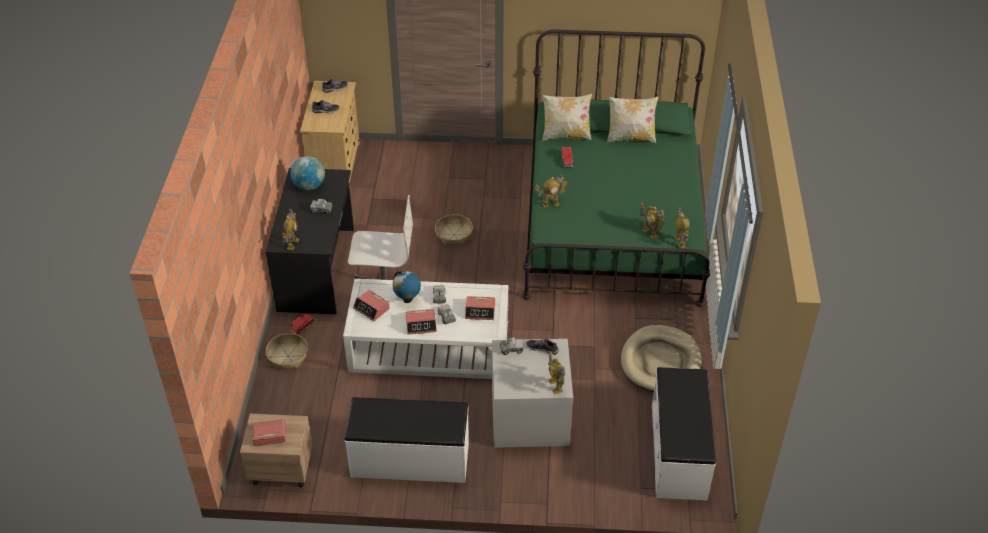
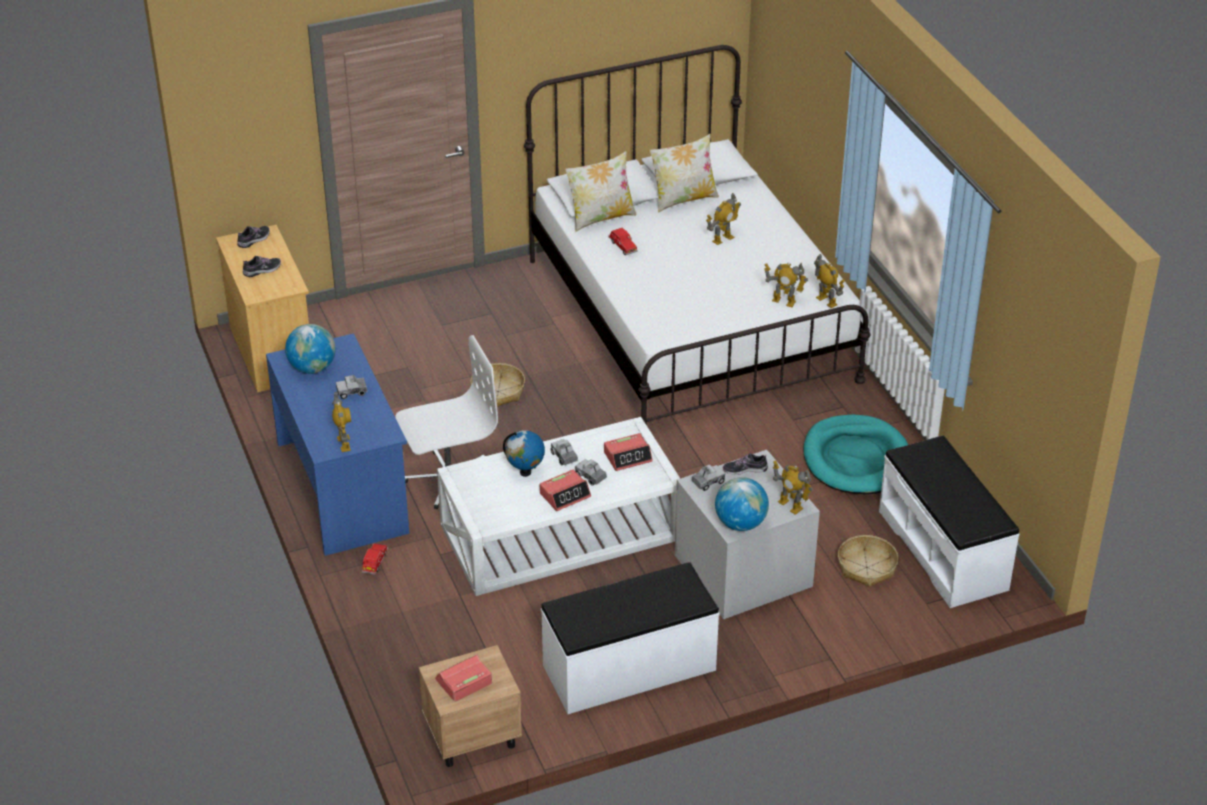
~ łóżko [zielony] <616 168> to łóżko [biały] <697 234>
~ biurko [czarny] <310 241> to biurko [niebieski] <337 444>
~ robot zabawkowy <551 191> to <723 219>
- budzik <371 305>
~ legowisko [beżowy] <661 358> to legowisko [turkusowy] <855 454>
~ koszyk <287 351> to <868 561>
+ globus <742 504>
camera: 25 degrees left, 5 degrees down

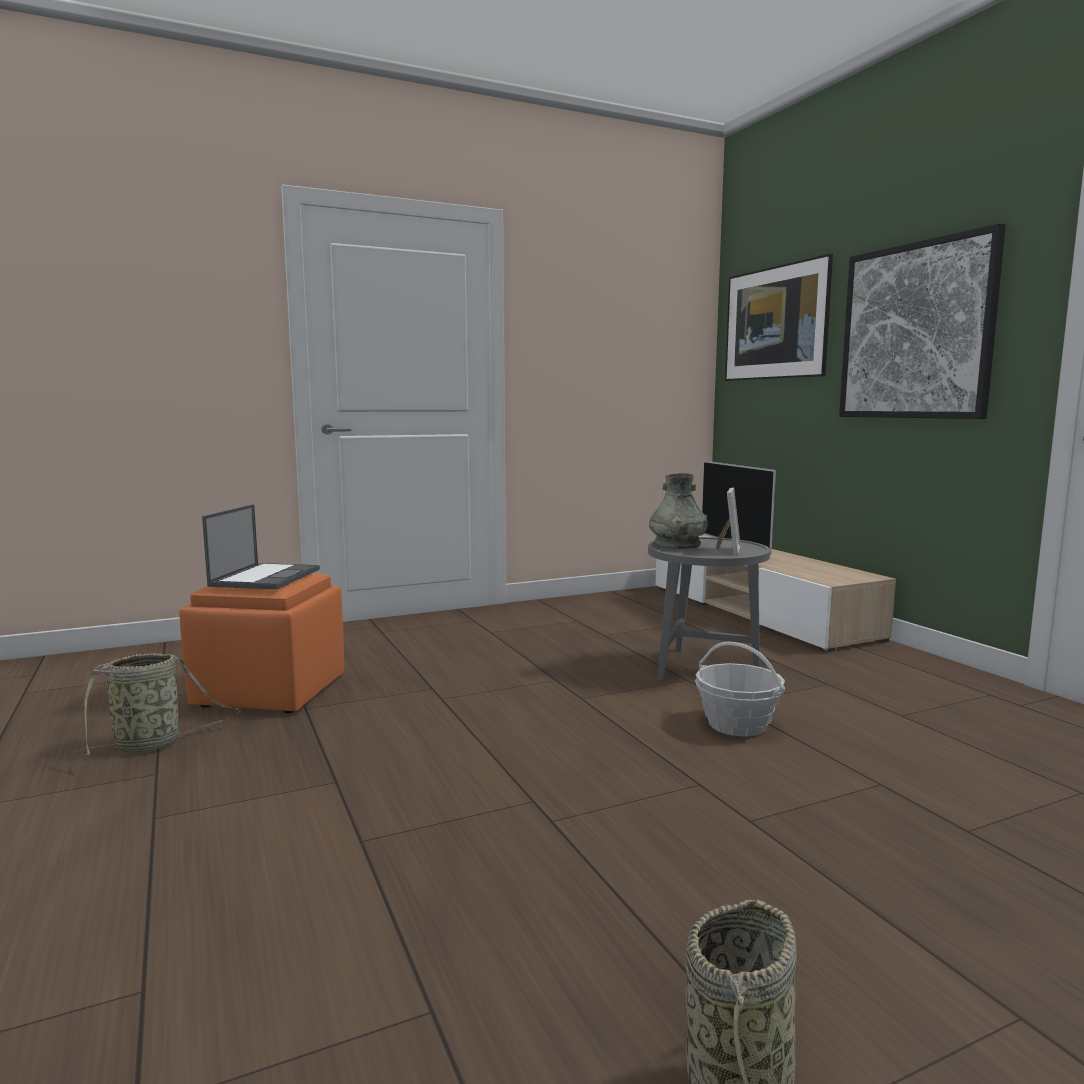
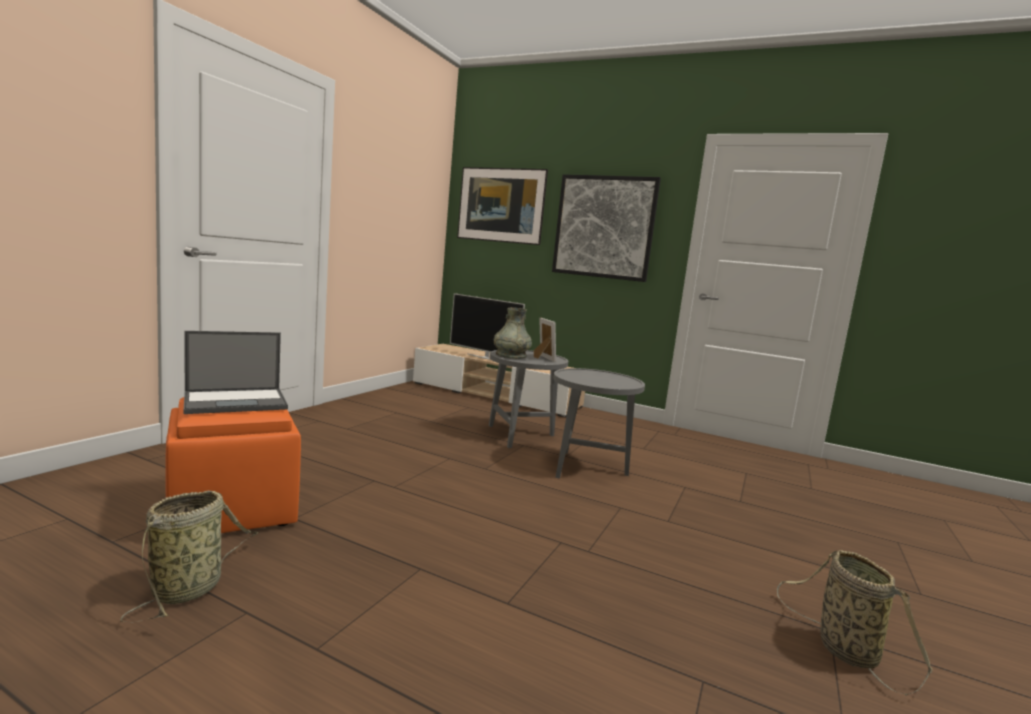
~ laptop <261 547> = <236 372> 90 degrees clockwise
~ koszyk <740 689> to stolik [szary] <599 423>
camera: 40 degrees left, 0 degrees up

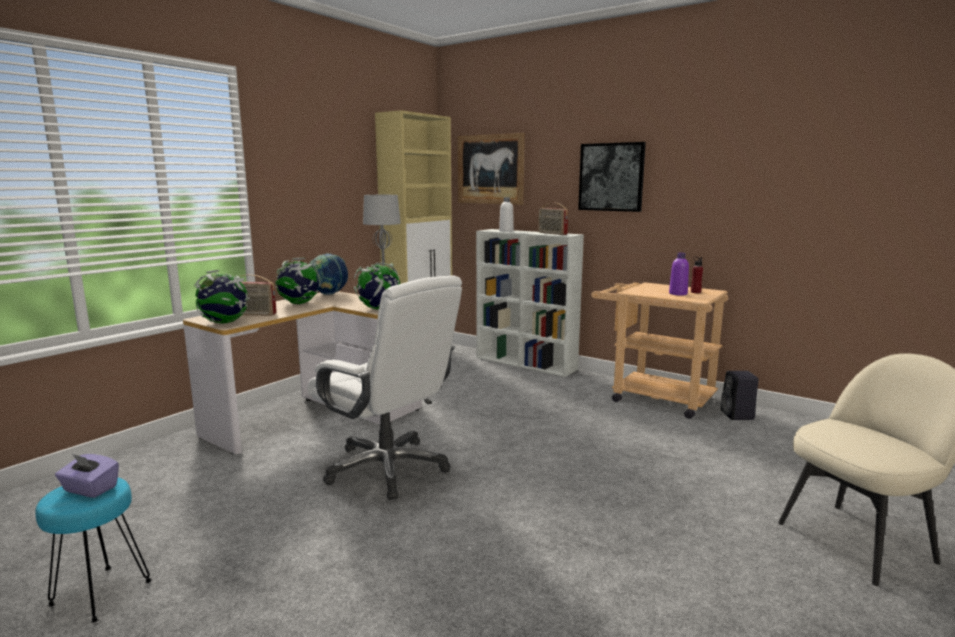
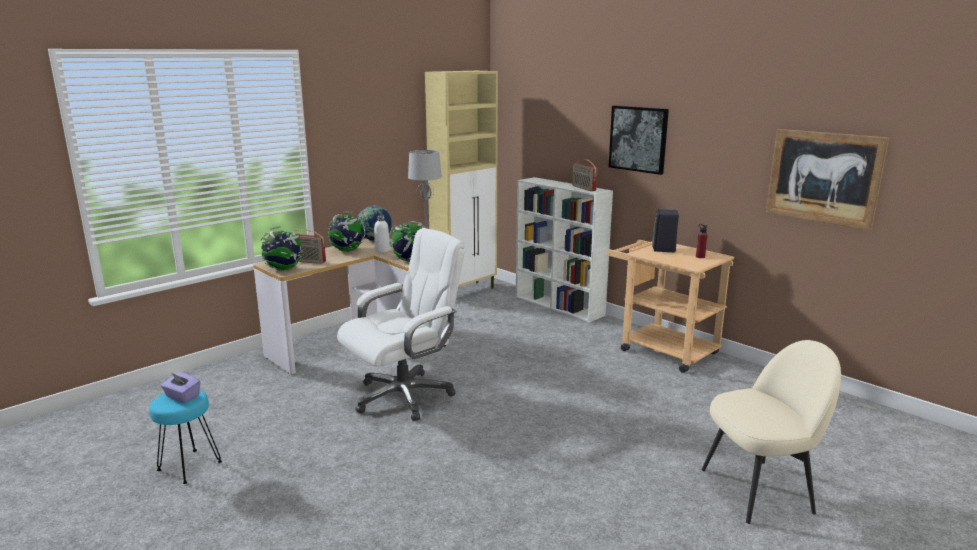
~ obraz <491 169> to <827 179>
~ butelka [biały] <506 214> to <382 234>
- butelka [fioletowy] <679 274>
~ krzesło biurowe [biały] <385 387> = <401 324> 90 degrees counterclockwise
~ głośnik [czarny] <740 395> to <665 230>
camera: 10 degrees right, 5 degrees up

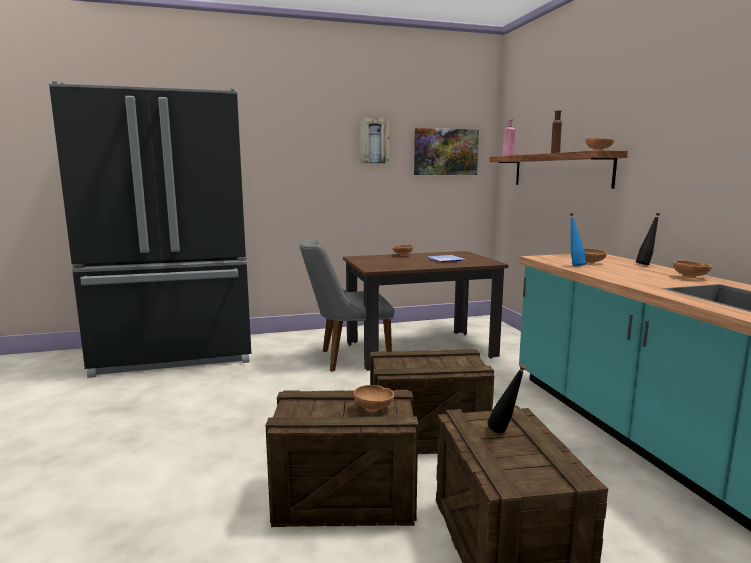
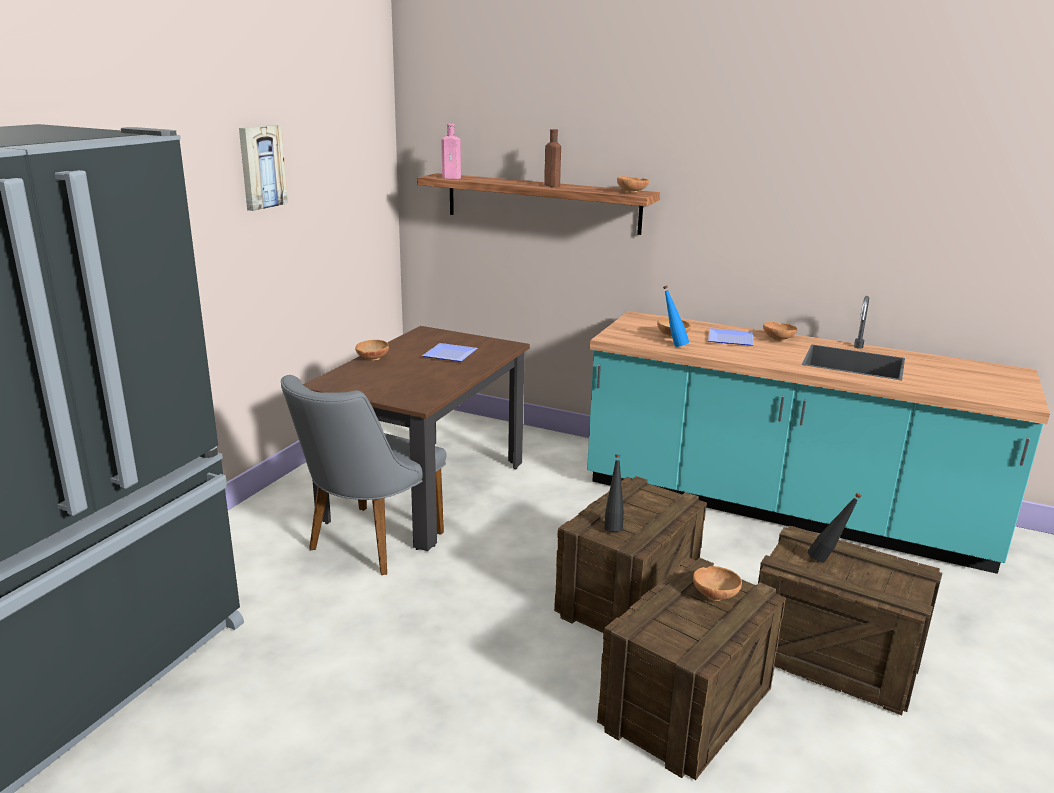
- obraz <446 151>
~ butelka [czarny] <648 239> to <614 492>
+ talerz <731 337>
camera: 50 degrees left, 10 degrees up

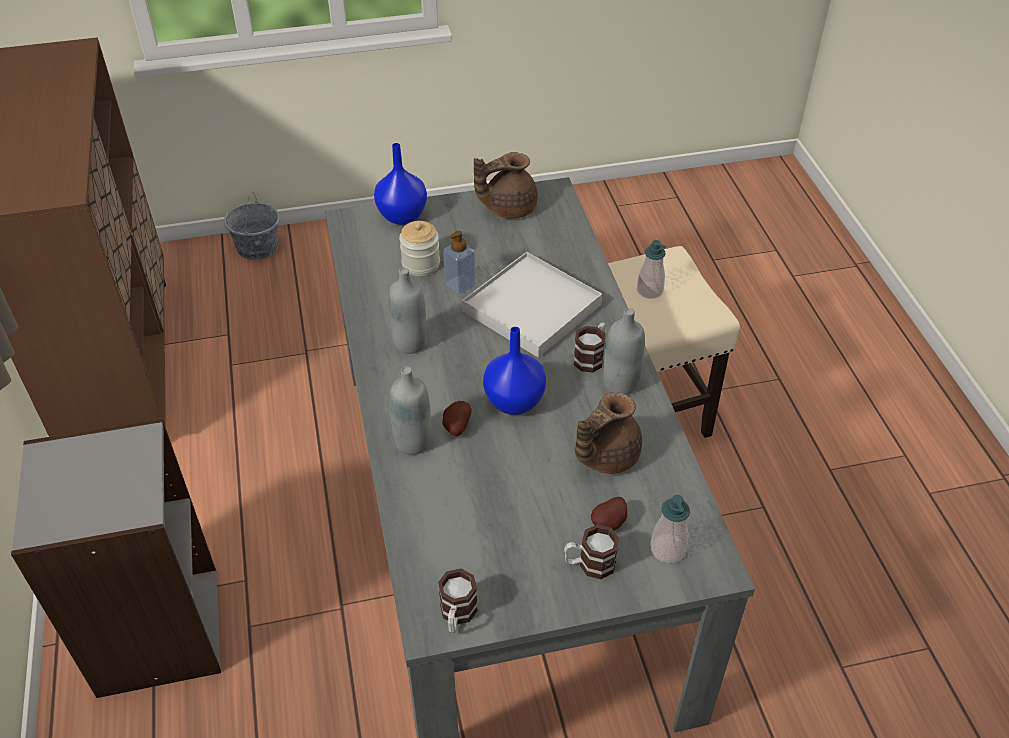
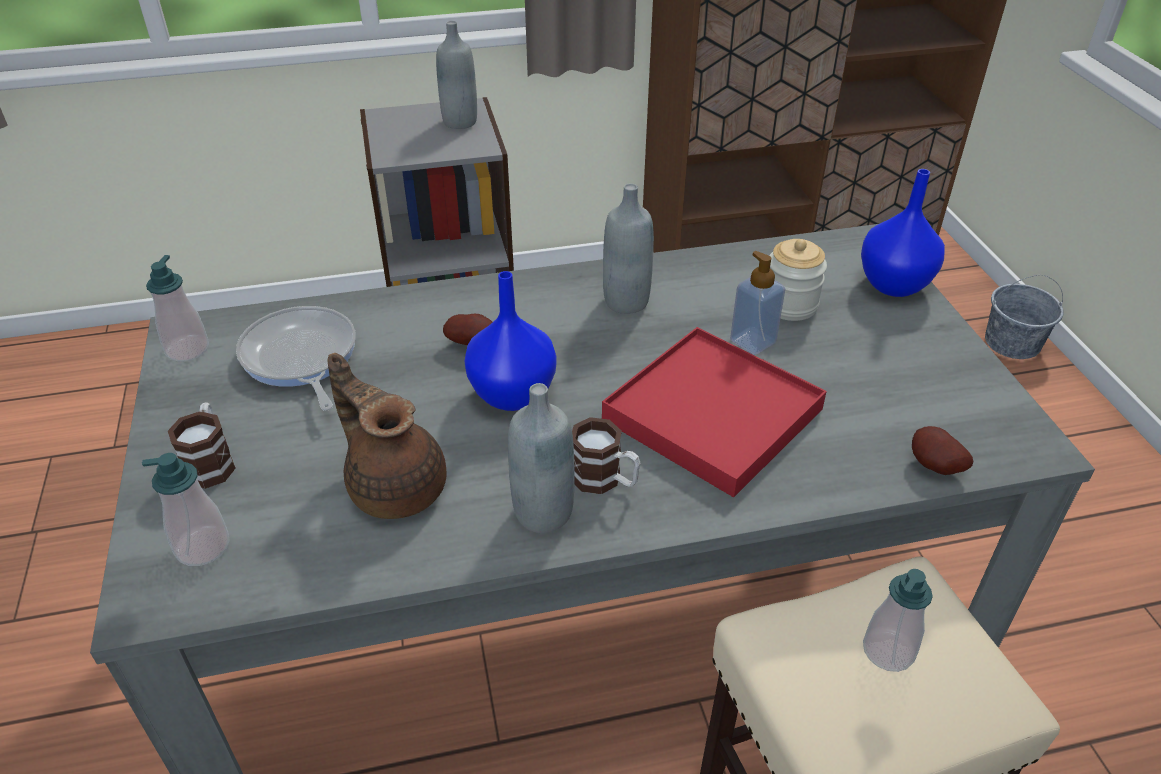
- imbryk [brązowy] <506 185>
~ taca [biały] <532 305> to taca [czerwony] <714 412>
~ butelka [szary] <410 410> to <456 75>
~ ziemniak <609 513> to <942 450>
~ kubek <458 601> to dozownik mydła <177 308>
+ patelnia <296 358>
camera: 90 degrees right, 5 degrees down

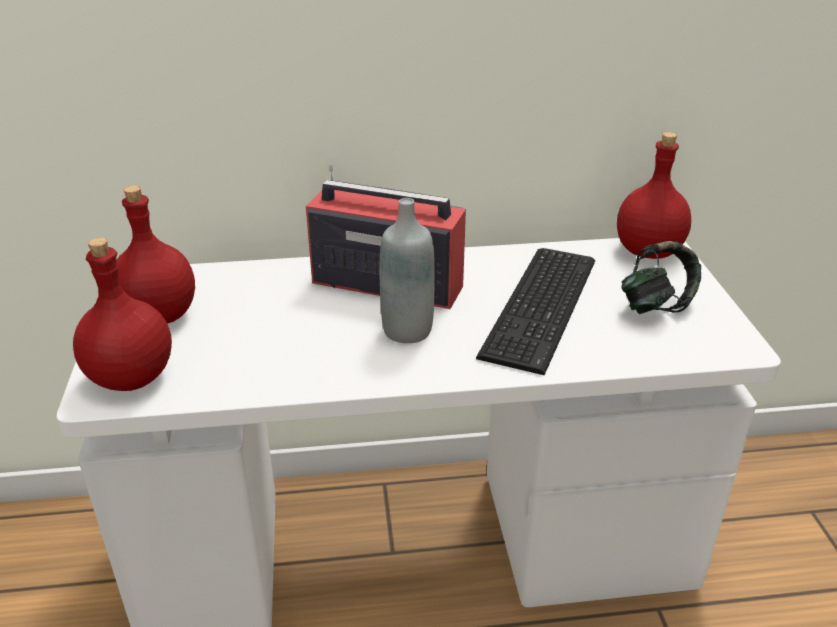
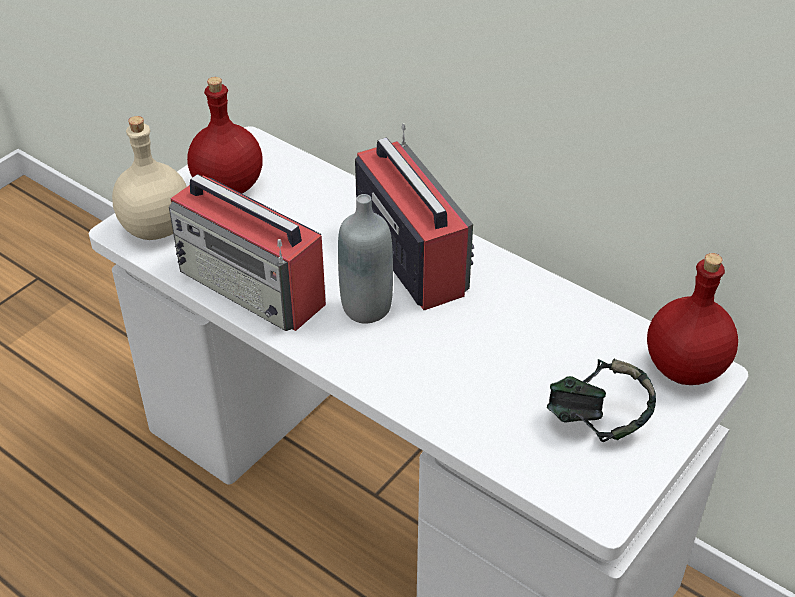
~ butelka [czerwony] <122 314> to butelka [beżowy] <149 178>
- klawiatura <535 311>
+ radio <247 252>
camera: 45 degrees right, 10 degrees up

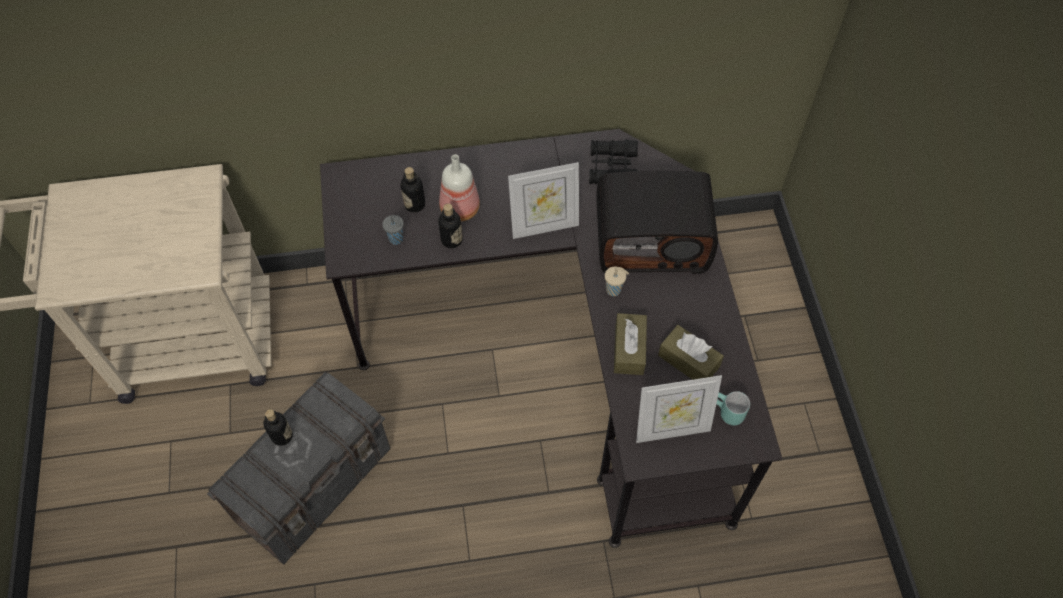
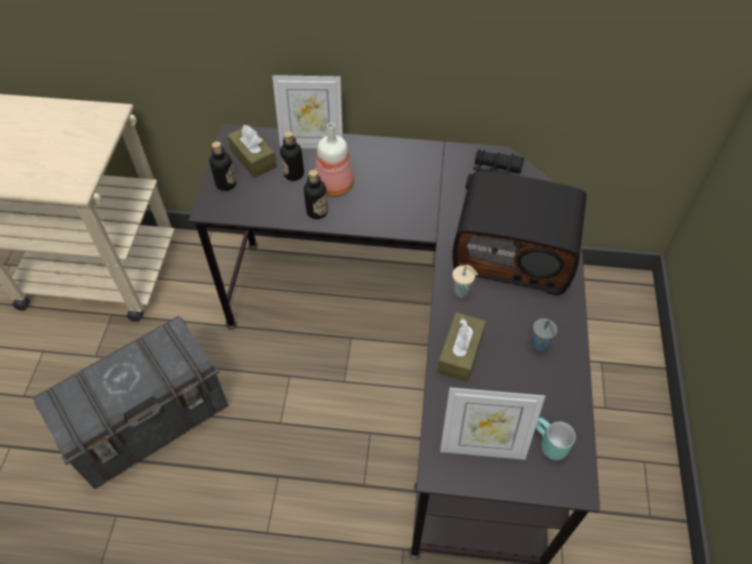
~ ramka na zdjęcie <543 200> to <307 111>
~ filiżanka [szary] <393 230> to <544 334>
~ pudełko chusteczek [brązowy] <691 352> to <252 151>
~ butelka <278 427> to <222 166>
camera: 15 degrees right, 5 degrees down

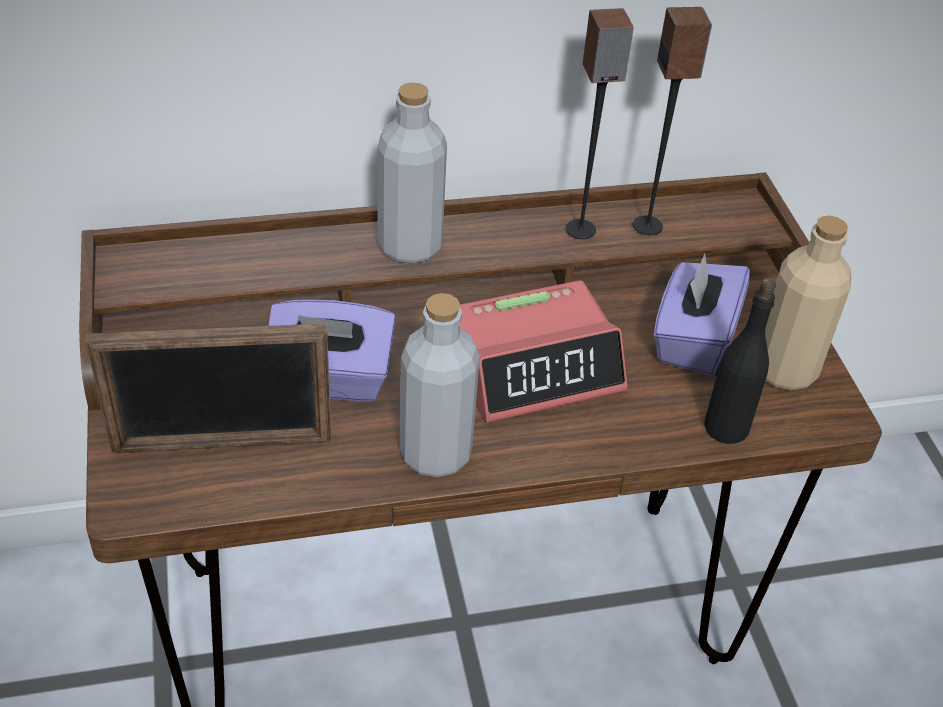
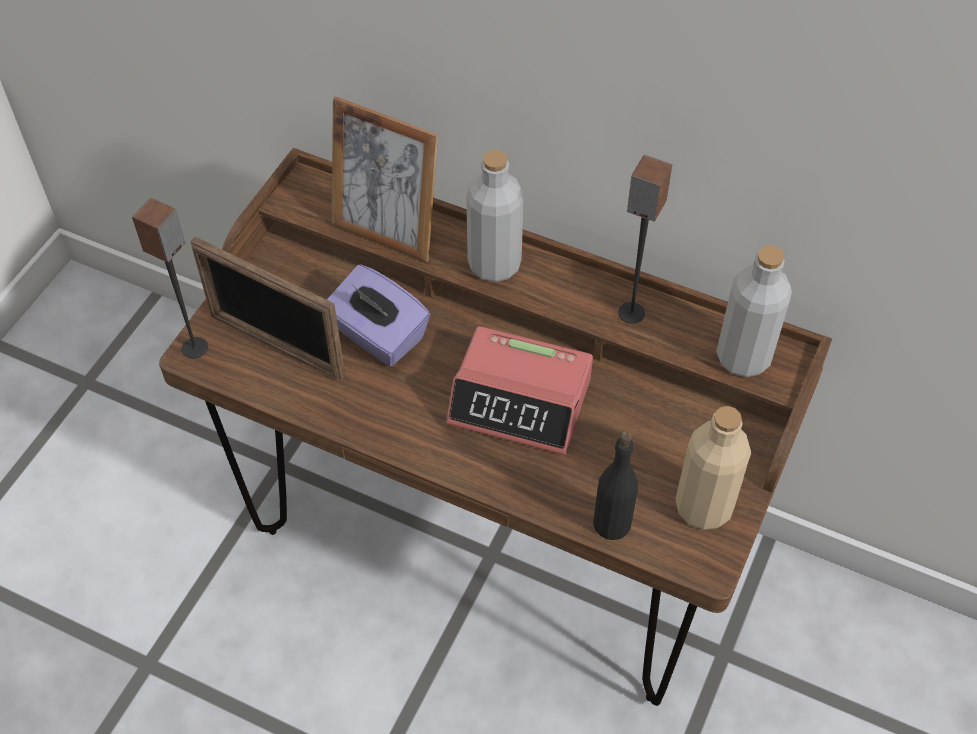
~ głośnik <672 121> to <170 278>
- pudełko chusteczek [fioletowy] <702 315>
~ butelka [szary] <439 385> to <754 311>
+ ramka na zdjęcie <385 179>
camera: 40 degrees right, 10 degrees up

